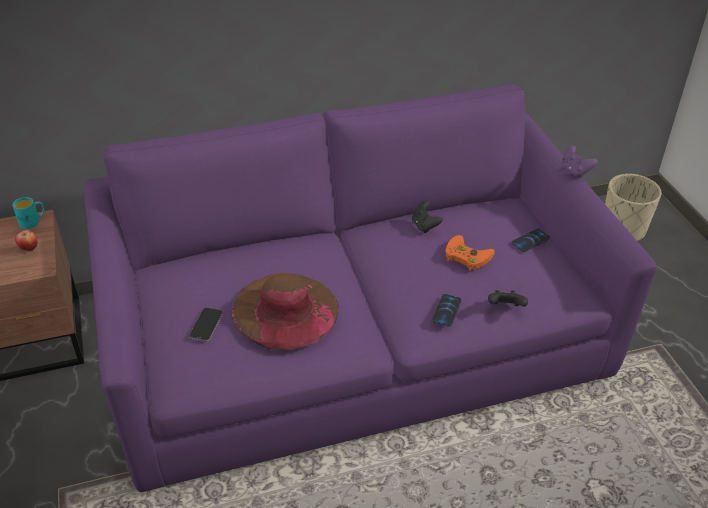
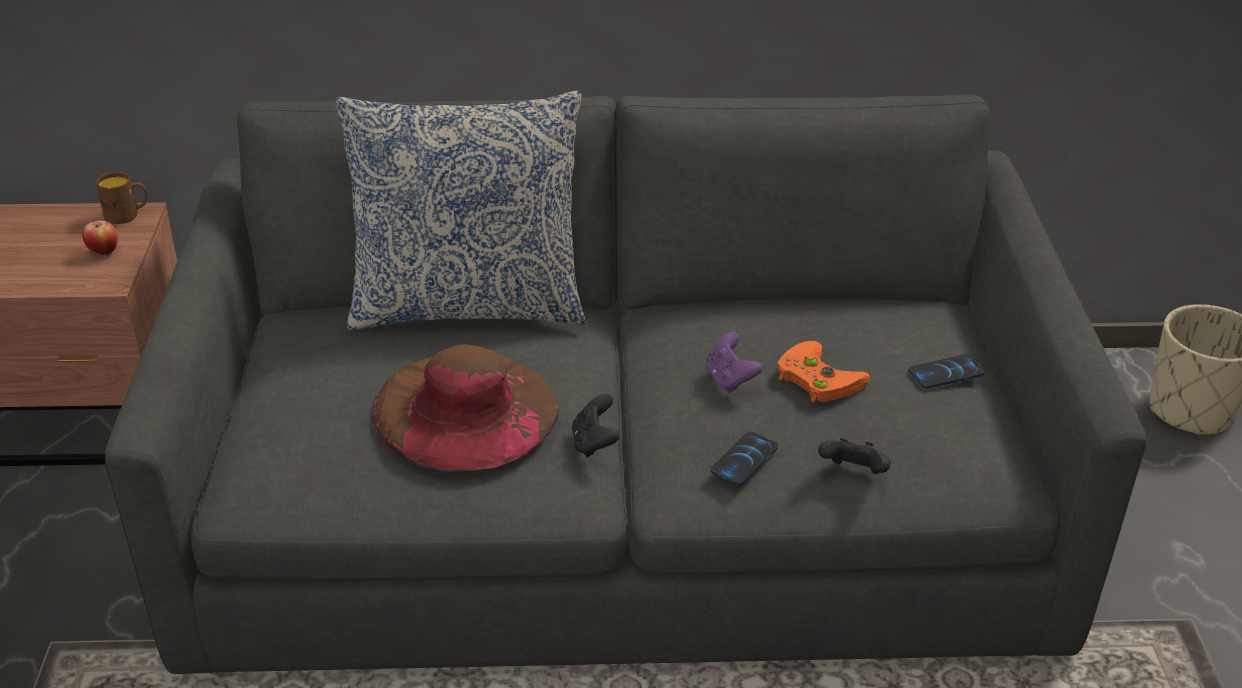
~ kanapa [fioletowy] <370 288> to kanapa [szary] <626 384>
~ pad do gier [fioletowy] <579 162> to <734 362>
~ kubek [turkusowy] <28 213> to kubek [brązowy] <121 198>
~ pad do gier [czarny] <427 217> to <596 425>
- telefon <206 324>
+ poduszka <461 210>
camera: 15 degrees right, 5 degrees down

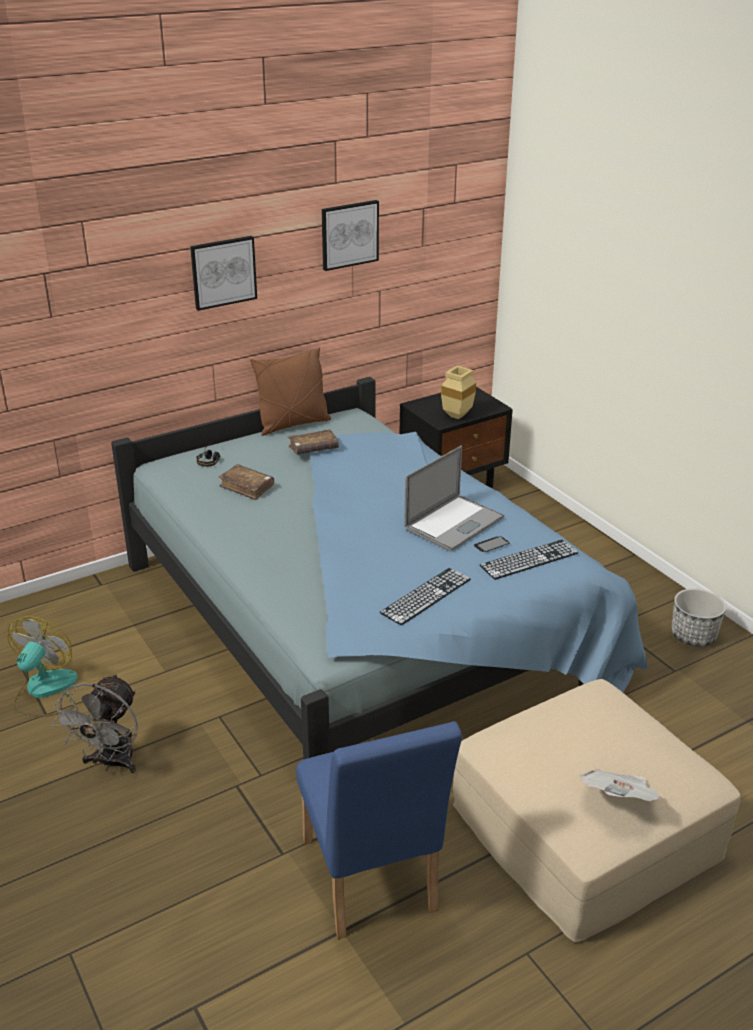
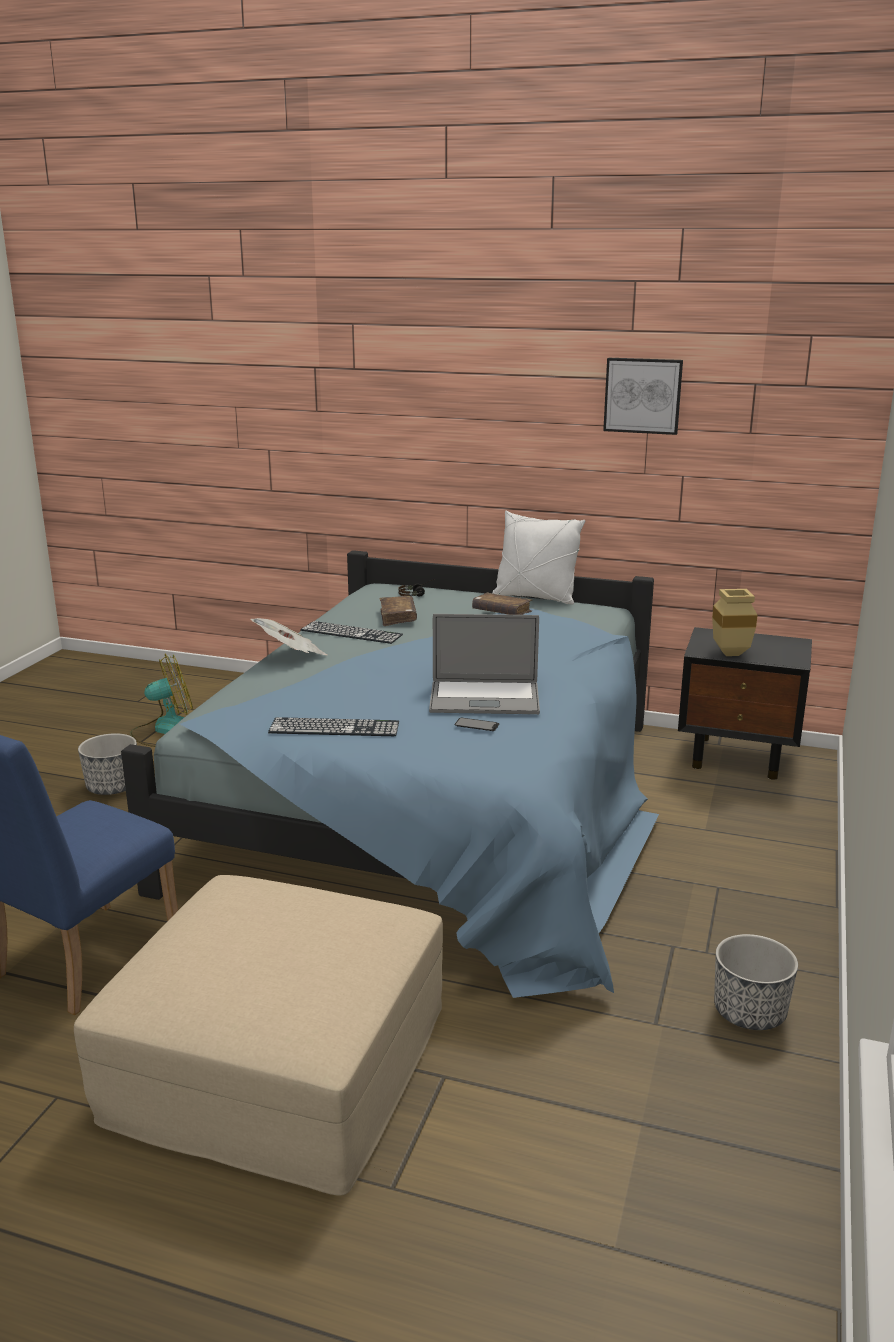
- obraz <223 273>
~ poduszka [brązowy] <290 392> to poduszka [biały] <538 558>
~ klawiatura <529 560> to <351 632>
~ wentylator [szary] <95 723> to donica <107 764>
~ gazeta <620 785> to <288 636>
camera: 50 degrees right, 10 degrees down

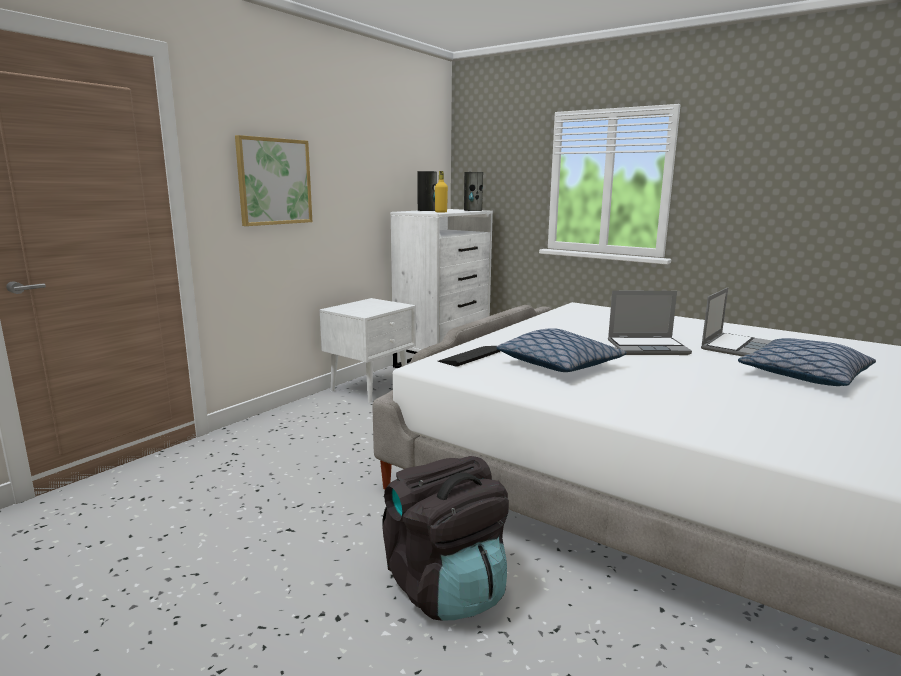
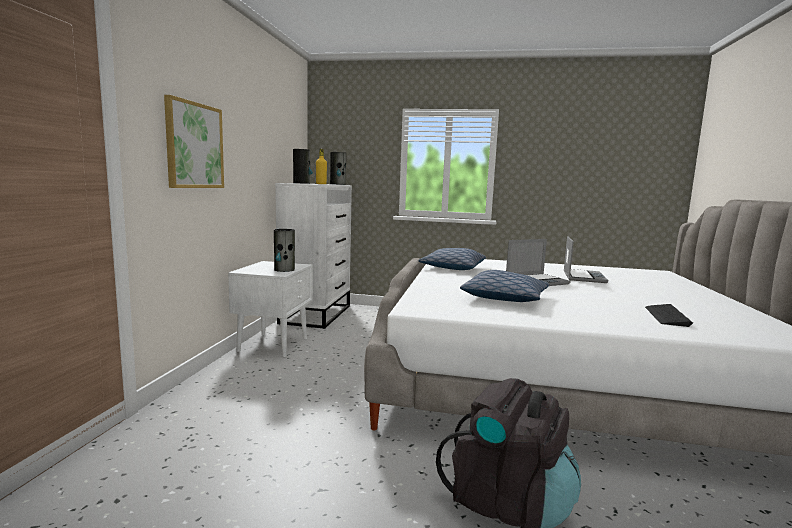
~ poduszka <807 362> to <452 259>
~ klawiatura <469 356> to <669 315>
+ wazon <284 250>
camera: 25 degrees left, 5 degrees down

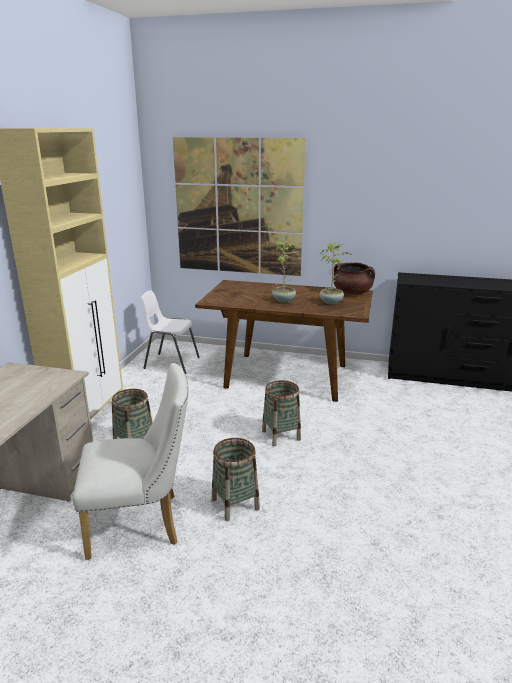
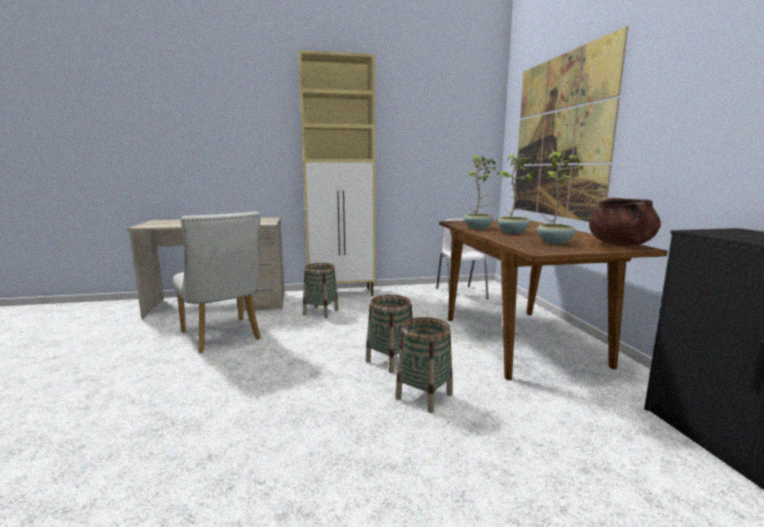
~ koszyk <236 479> to <424 365>
+ roślina doniczkowa <480 192>
camera: 65 degrees right, 10 degrees down

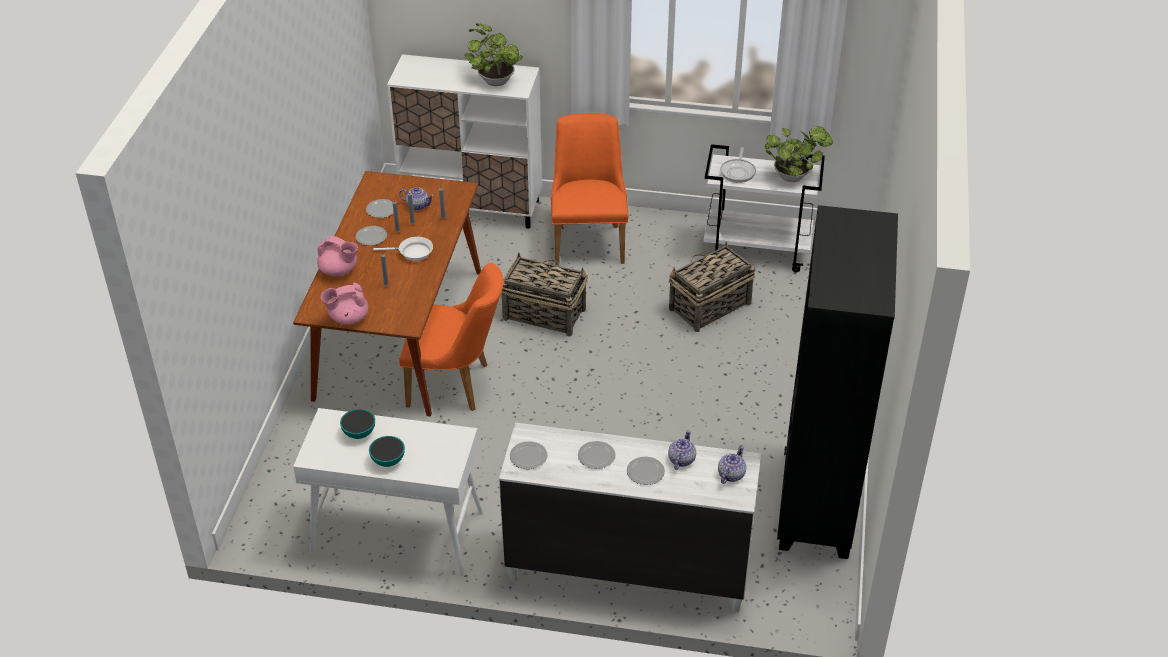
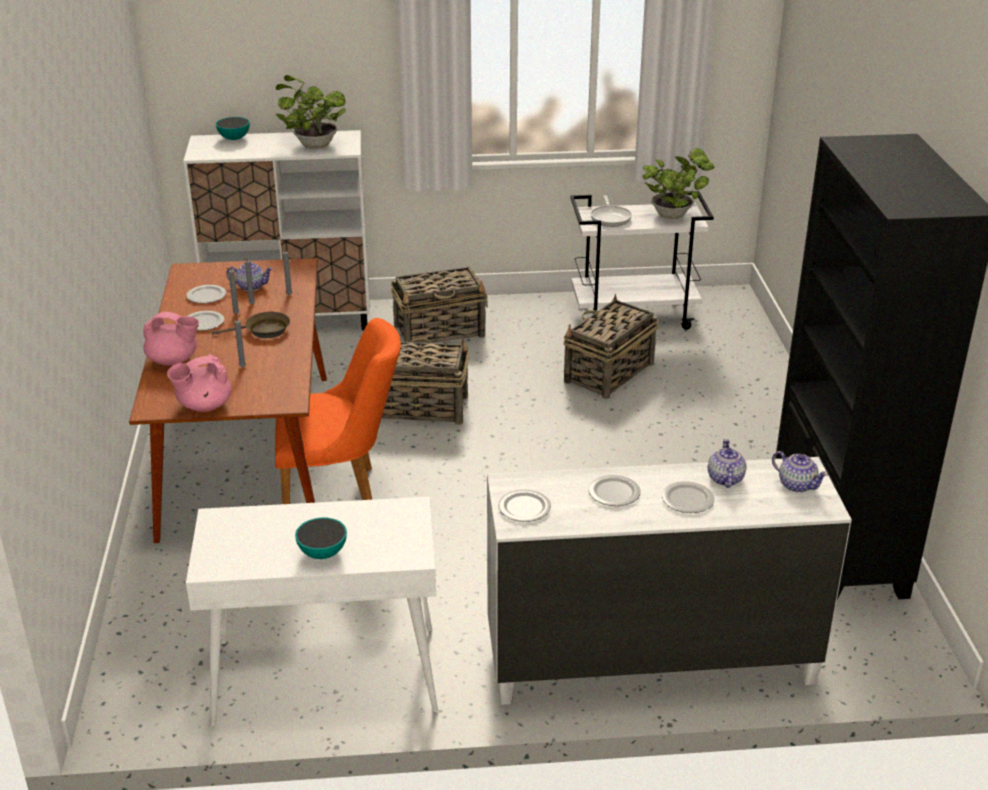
~ krzesło [pomarańczowy] <589 189> to koszyk <439 305>
~ patelnia [biały] <403 249> to patelnia [brązowy] <251 325>
~ miska <357 424> to <232 128>
~ imbryk <732 465> = <800 472> 120 degrees clockwise
camera: 15 degrees left, 10 degrees down

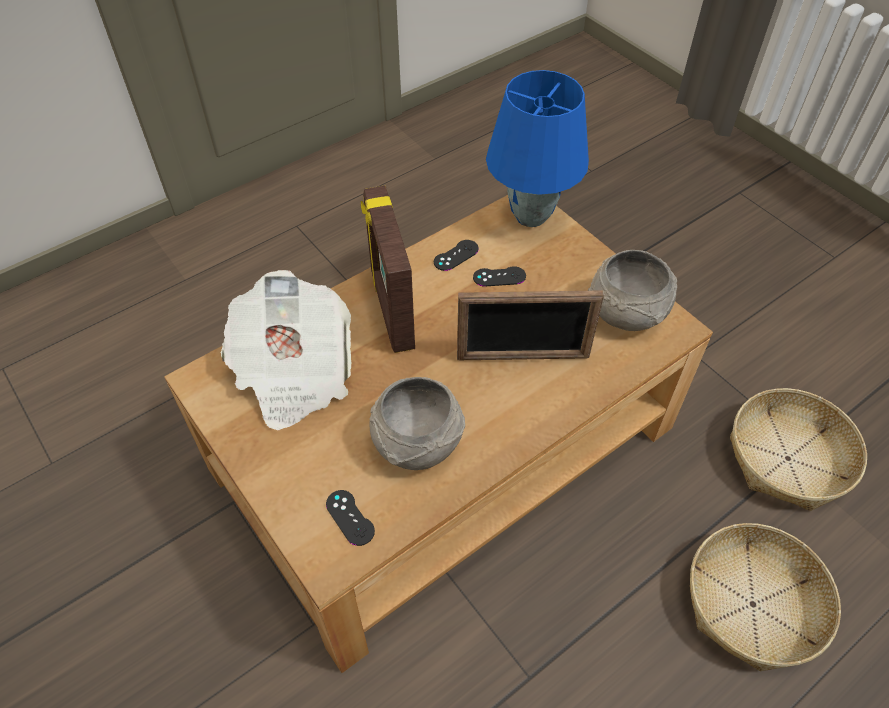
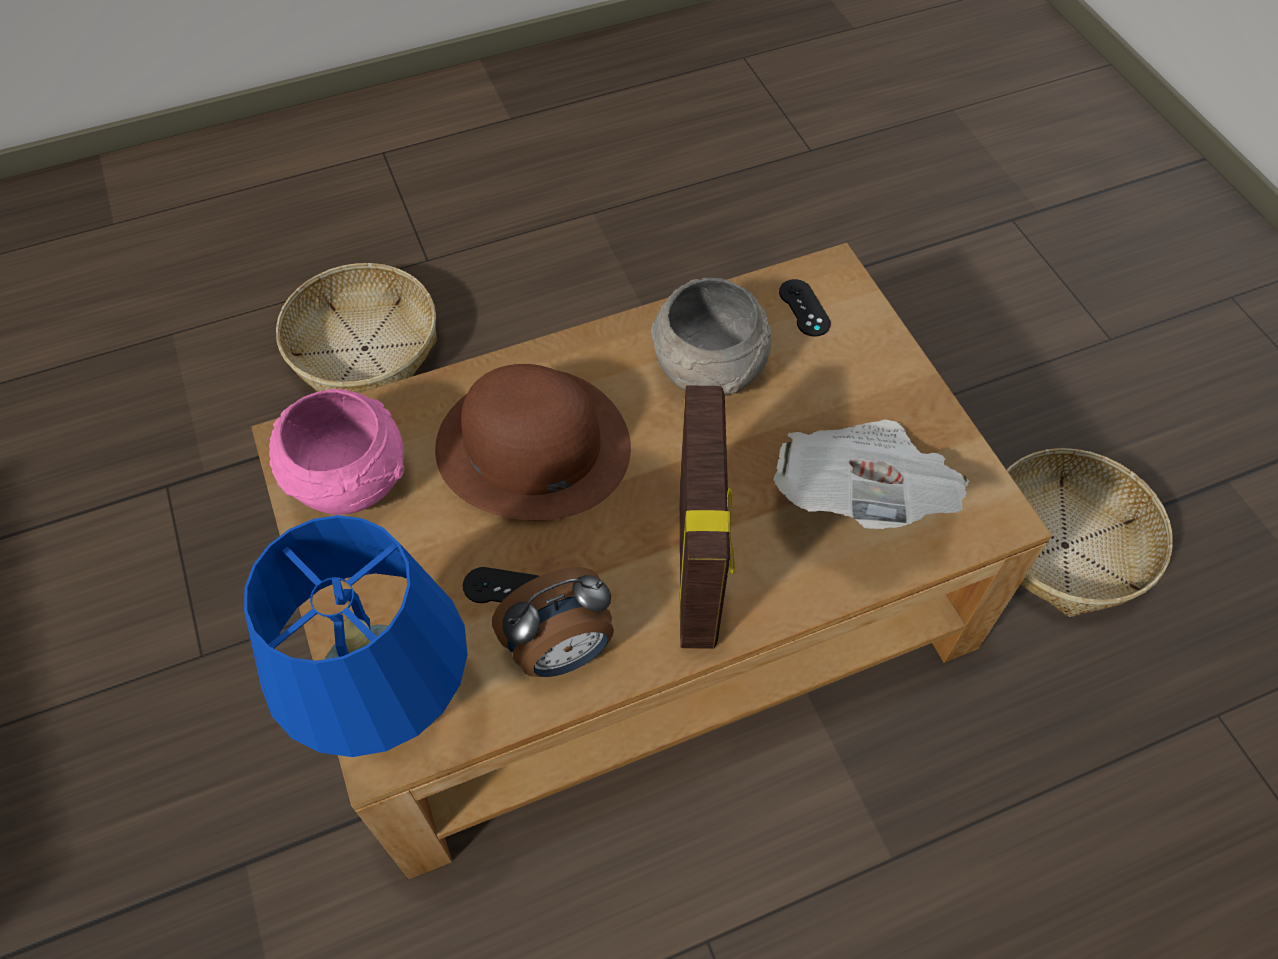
~ pad do gier [czarny] <456 255> to budzik <553 622>
~ miska [szary] <632 290> to miska [różowy] <336 452>
~ ramka na zdjęcie <530 325> to kapelusz [brązowy] <533 442>
~ koszyk <798 449> to <1090 532>
camera: 165 degrees left, 5 degrees up

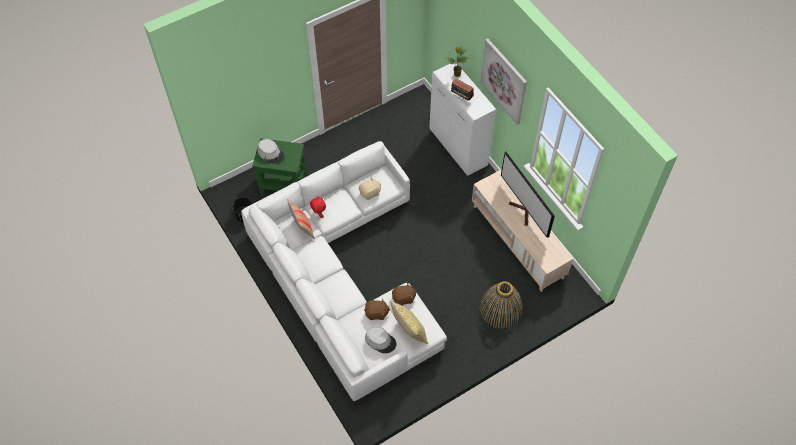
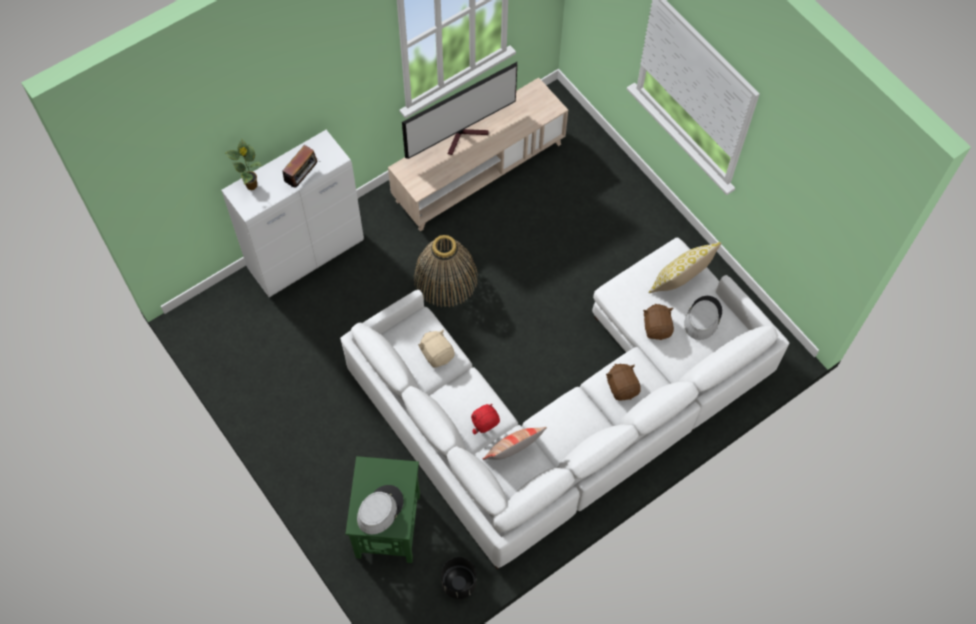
- obraz <503 82>
~ koszyk <500 305> to <446 271>
~ pluszak [brązowy] <404 294> to <623 382>
camera: 95 degrees left, 5 degrees up

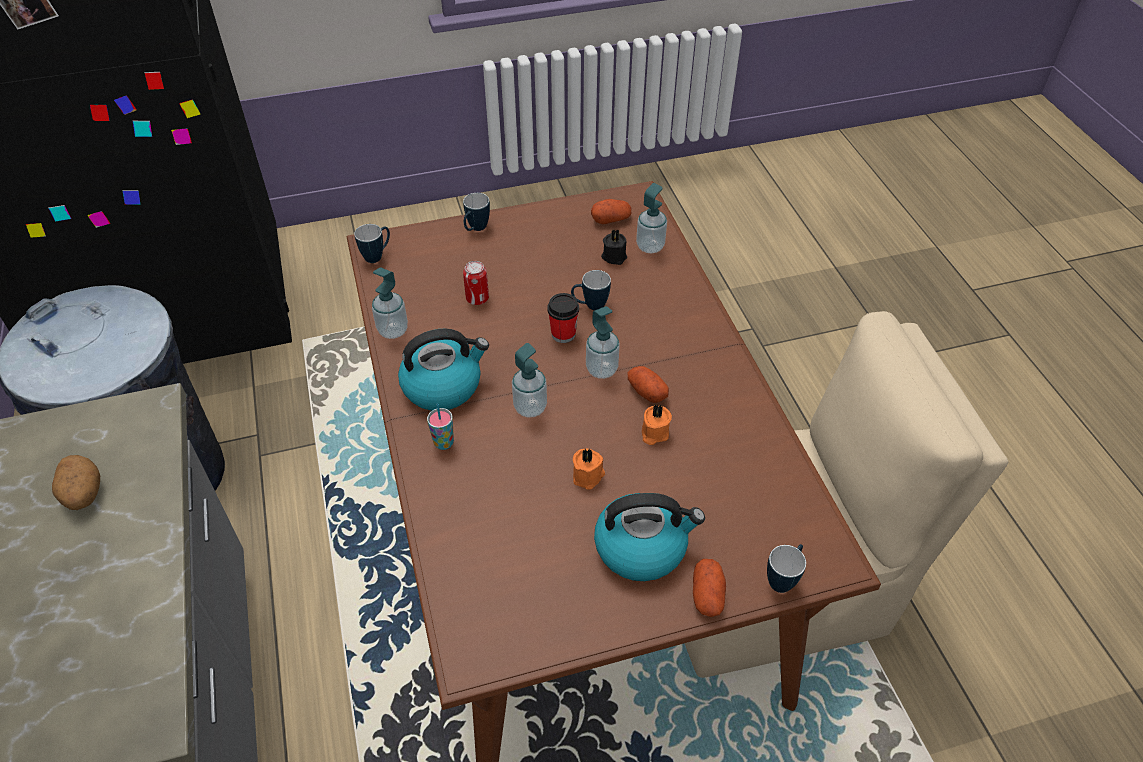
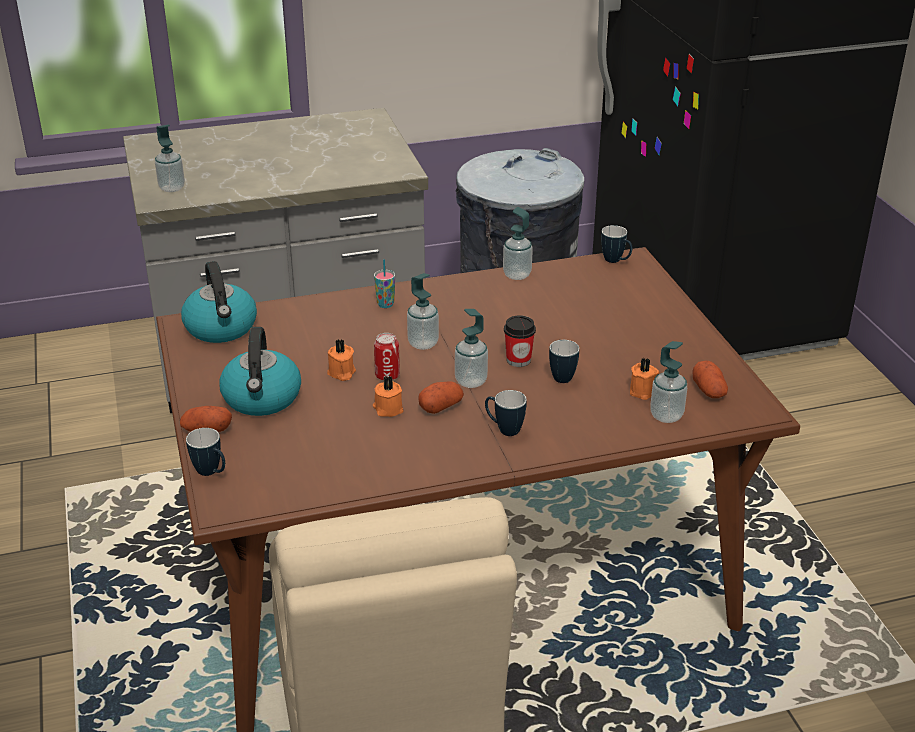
~ kubek <476 212> to <506 413>
~ świeca [czarny] <614 247> to świeca [pomarańczowy] <644 379>
~ puszka <476 283> to <387 357>
~ czajnik <443 369> to <219 302>
- ziemniak <76 482>
+ dozownik mydła <170 158>
camera: 90 degrees right, 15 degrees down

